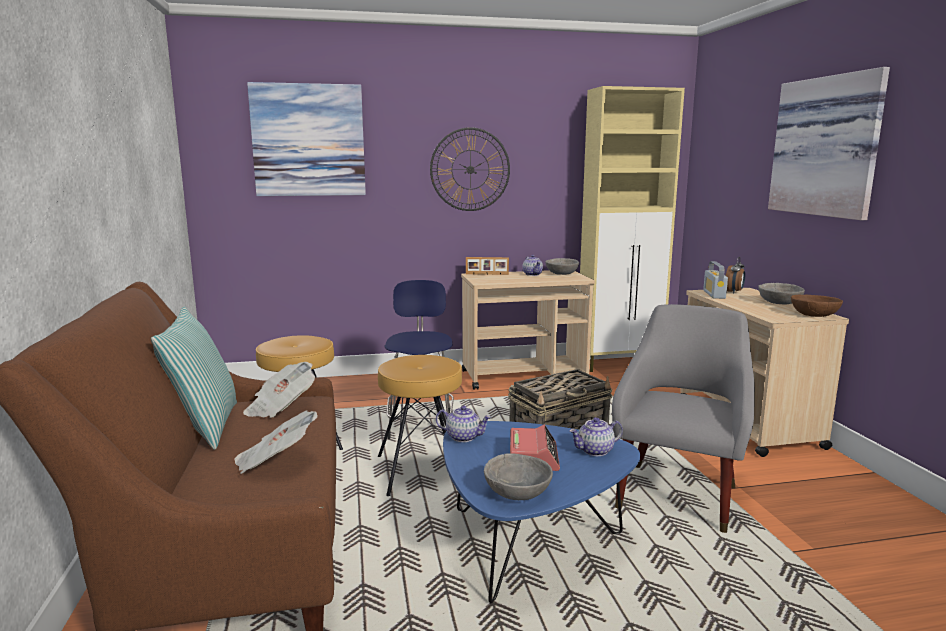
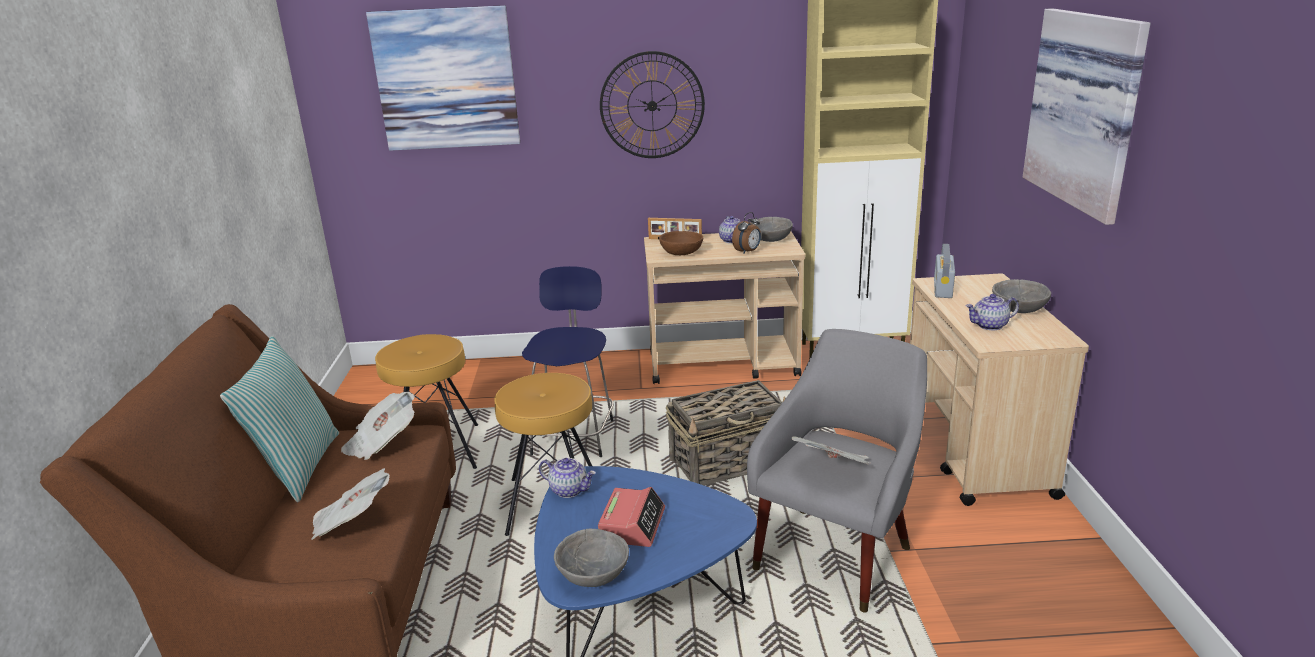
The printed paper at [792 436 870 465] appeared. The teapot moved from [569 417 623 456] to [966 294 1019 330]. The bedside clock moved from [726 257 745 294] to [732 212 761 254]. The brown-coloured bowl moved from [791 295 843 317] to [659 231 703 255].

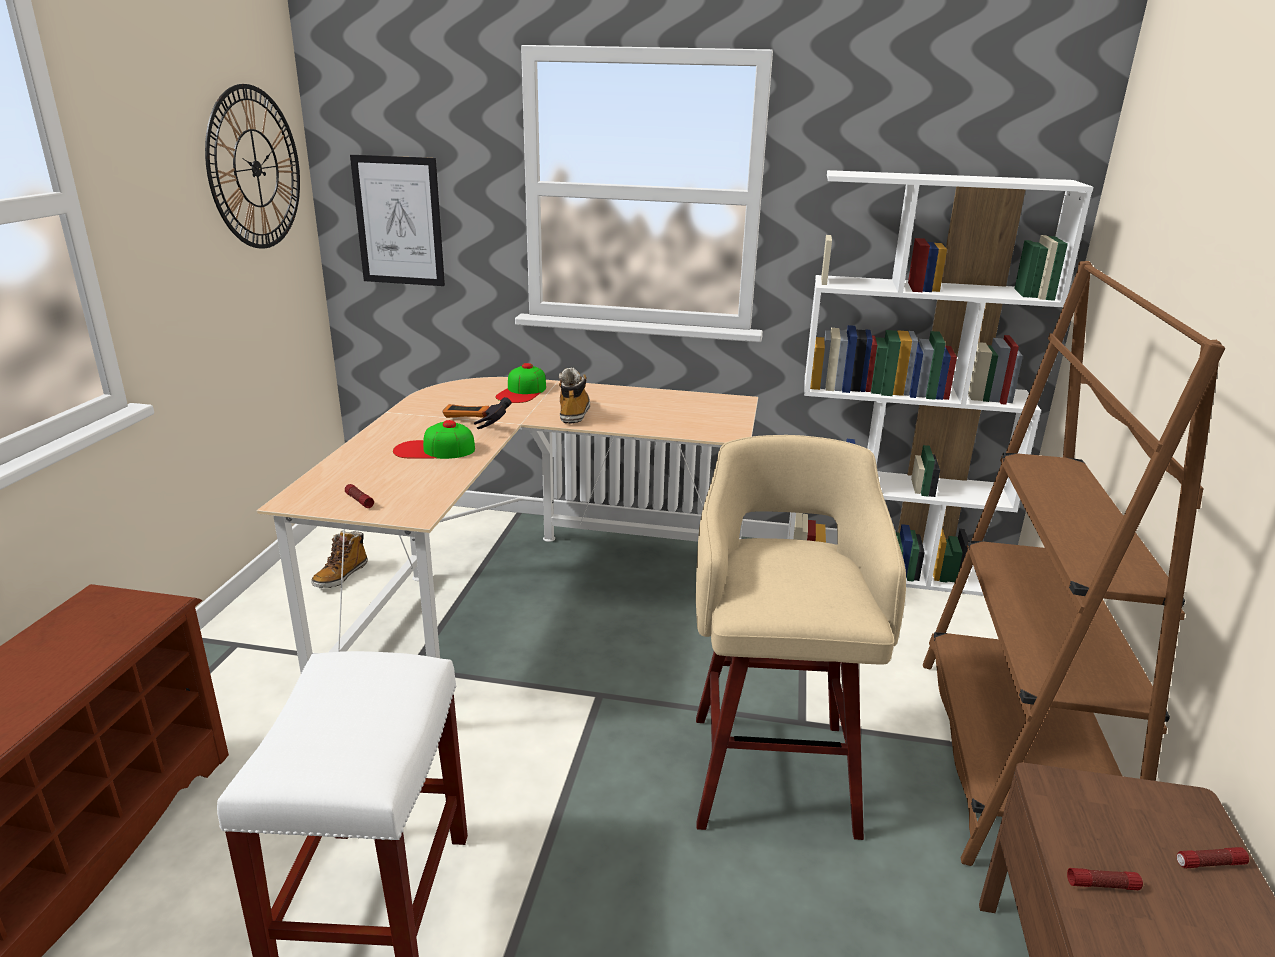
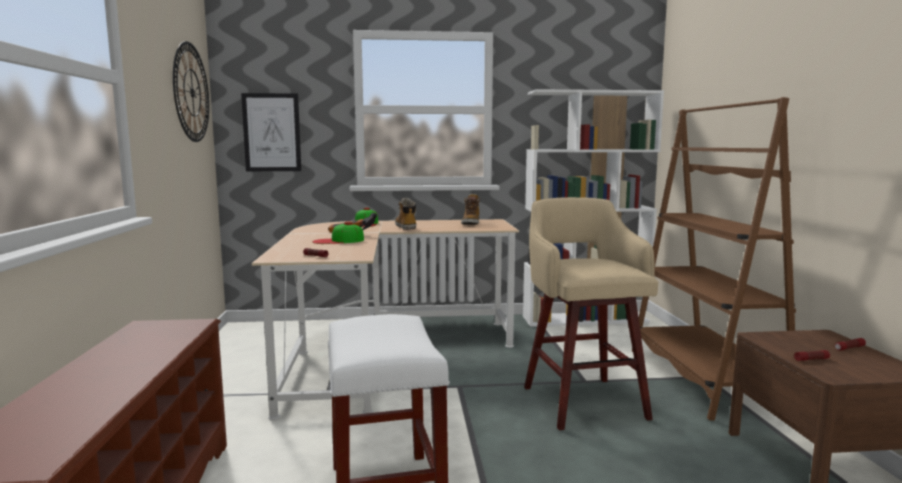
The high-top boot moved from [311 530 368 588] to [461 194 480 225].

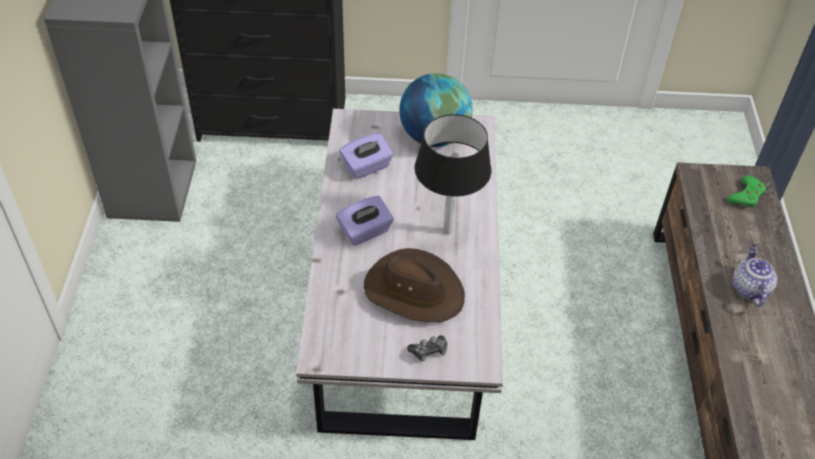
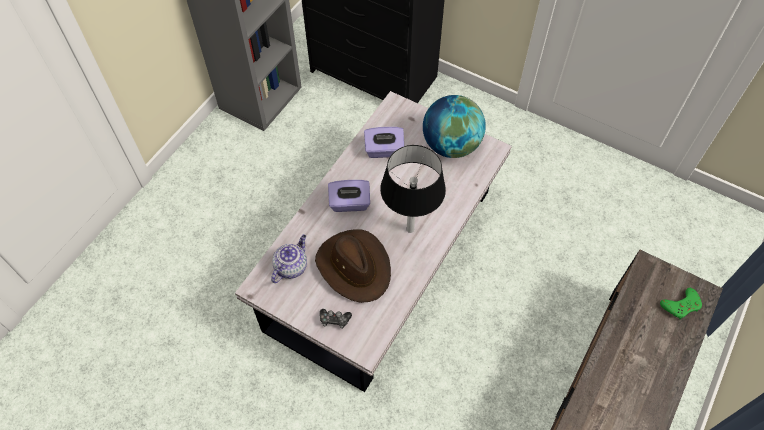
The teapot moved from [732 244 777 307] to [271 234 307 283].

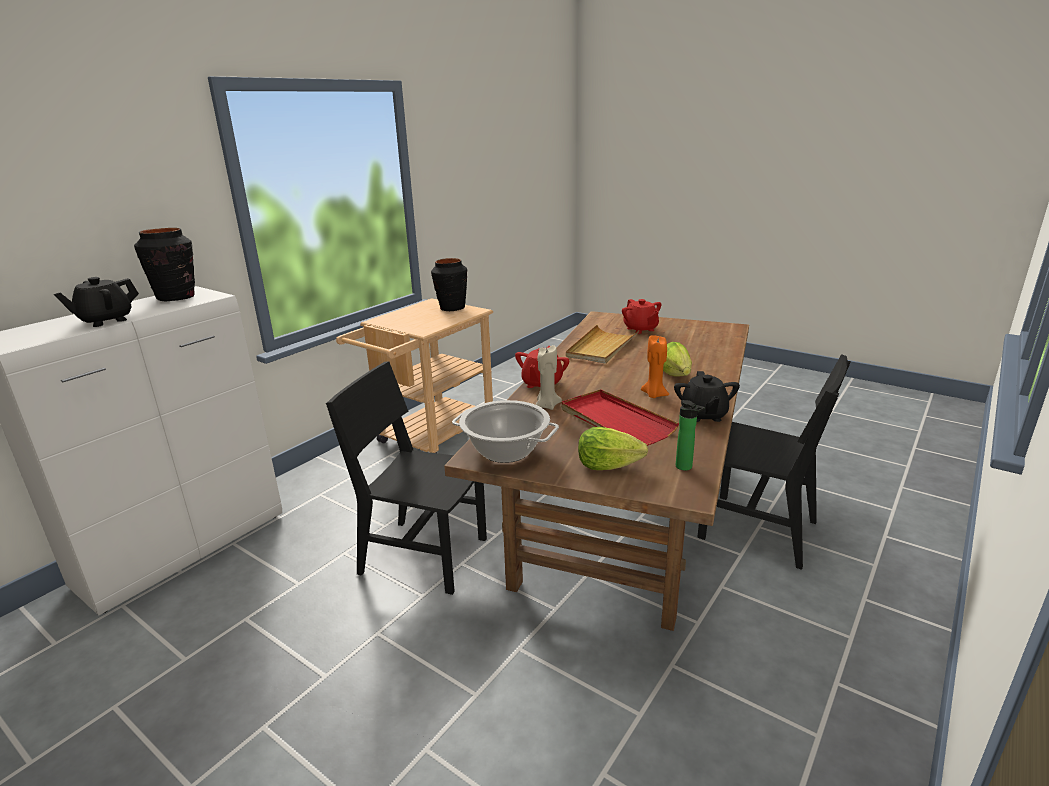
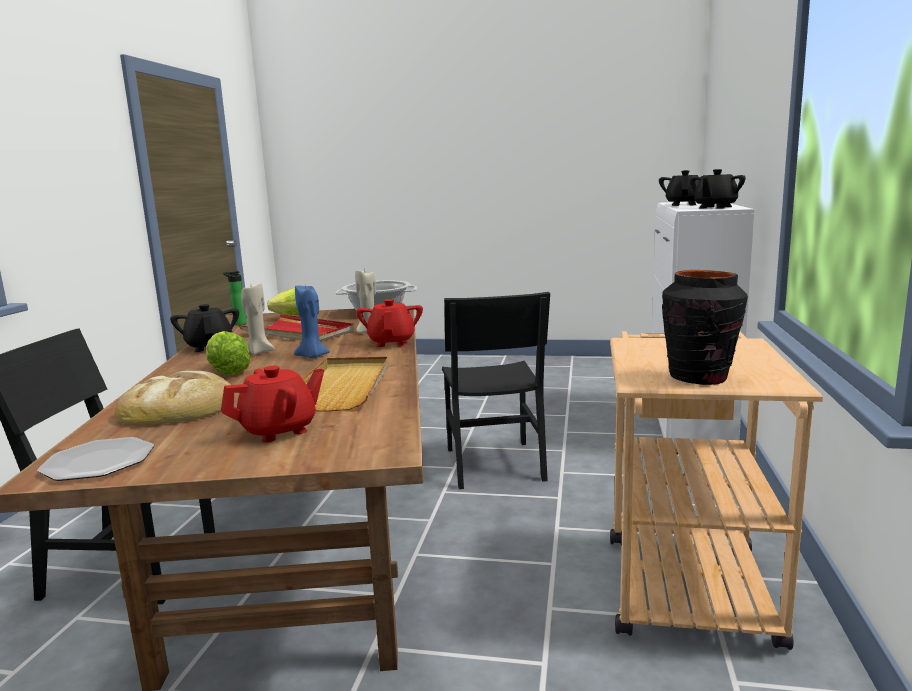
The dinner plate at [37 437 154 481] appeared. The bakery bread at [114 371 235 425] appeared. The bluish wax candle at [294 286 330 358] appeared. The blackish vase at [134 228 195 301] was replaced by the blackish teapot at [690 169 746 208]. The orange-coloured wax candle at [641 335 669 398] became the sand-coloured wax candle at [241 283 275 355]. The blackish upright chair at [326 361 487 595] turned 90 degrees clockwise. The red teapot at [622 299 661 334] turned 105 degrees clockwise.

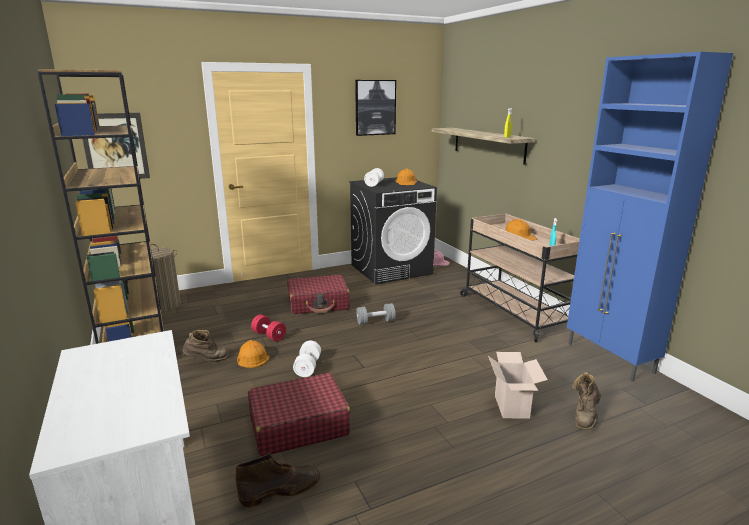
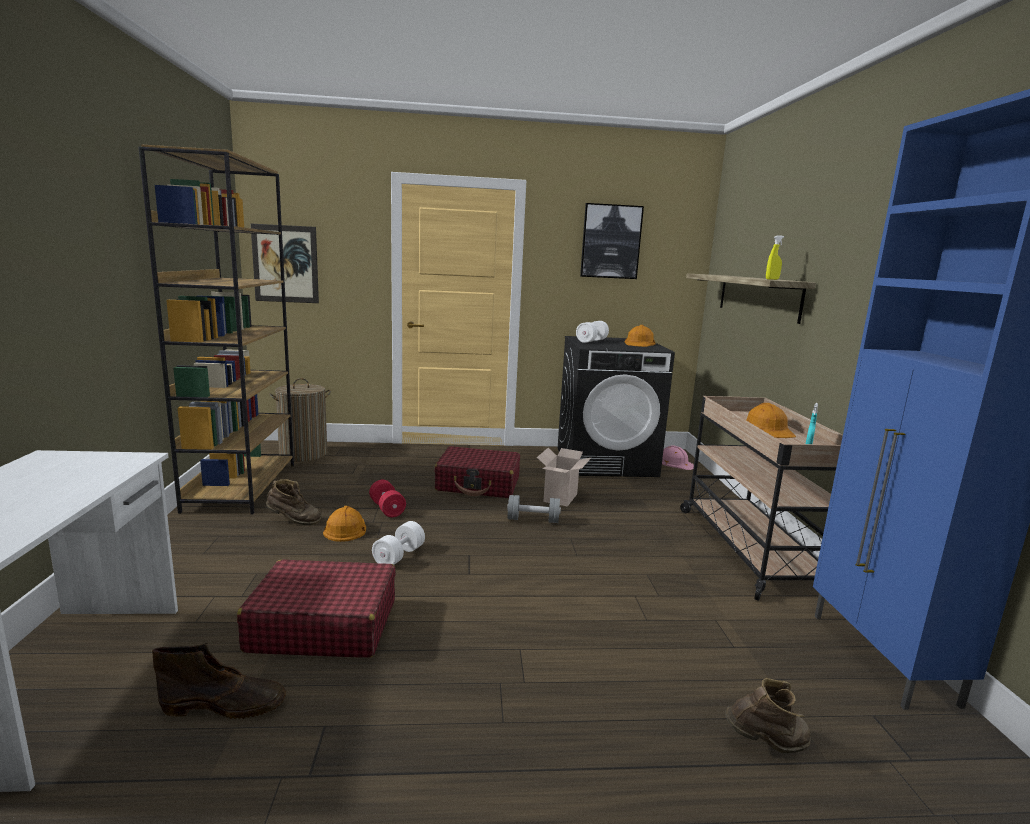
The carton moved from [488 352 548 419] to [537 448 591 507]. The brown-coloured high-top boot at [572 372 601 431] turned 150 degrees counterclockwise.

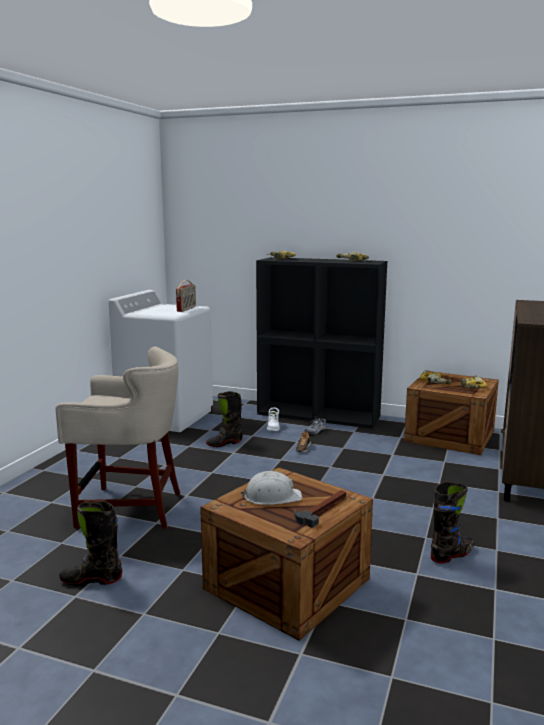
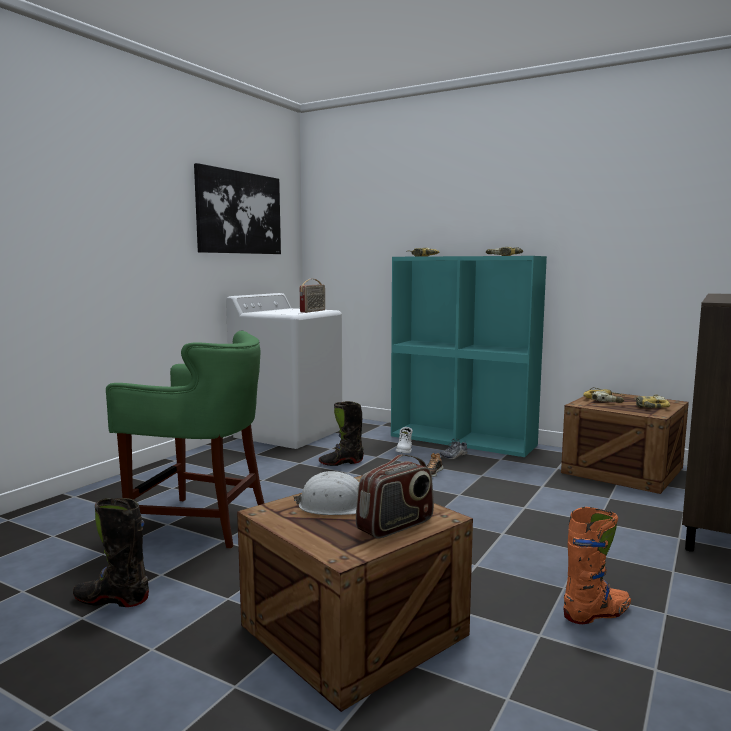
The picture at [194 163 281 254] appeared. The hammer at [294 490 346 528] was replaced by the radio at [356 455 434 538]. The sand-coloured sitting stool at [55 347 180 529] became the greenish sitting stool at [106 330 264 548]. The blackish bookcase at [256 257 387 429] became the turquoise-coloured bookcase at [391 256 547 457]. The blackish high-top boot at [431 482 474 564] became the orange-coloured high-top boot at [563 507 631 624].

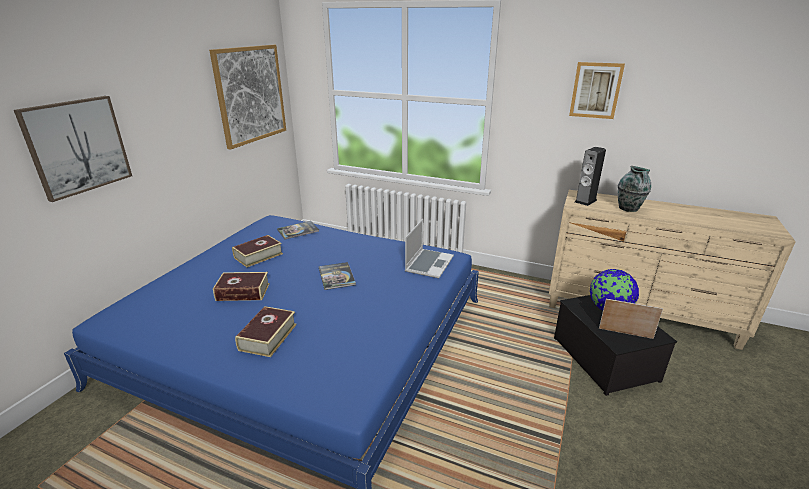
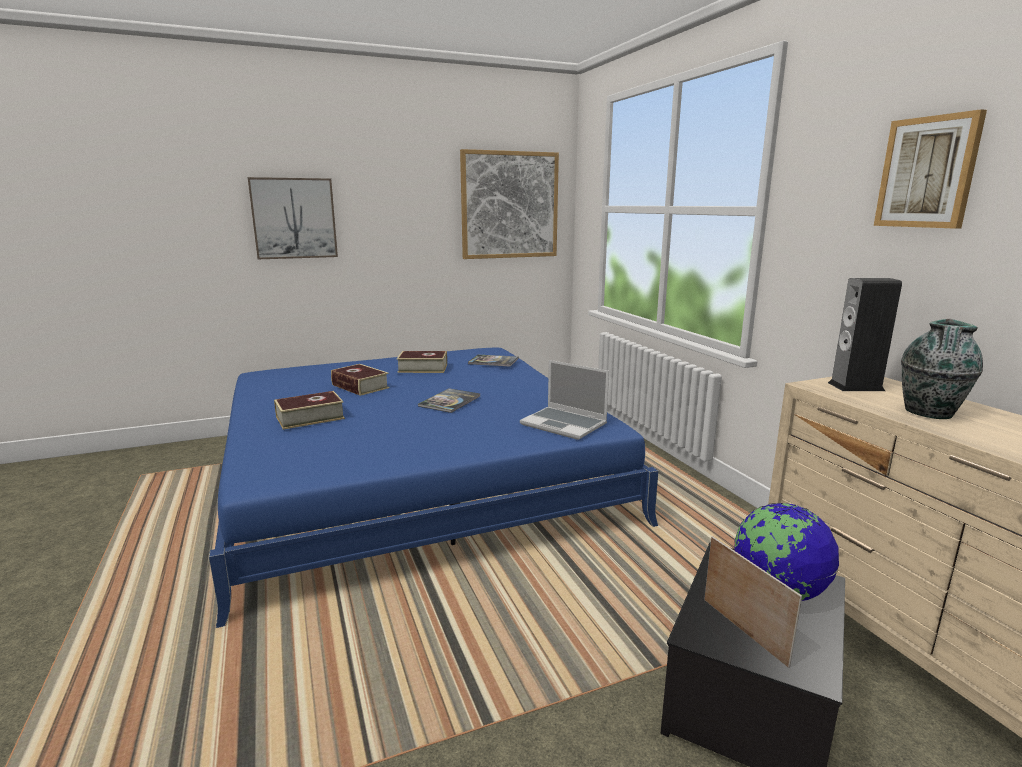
The portable computer at [405 219 454 278] turned 60 degrees clockwise.

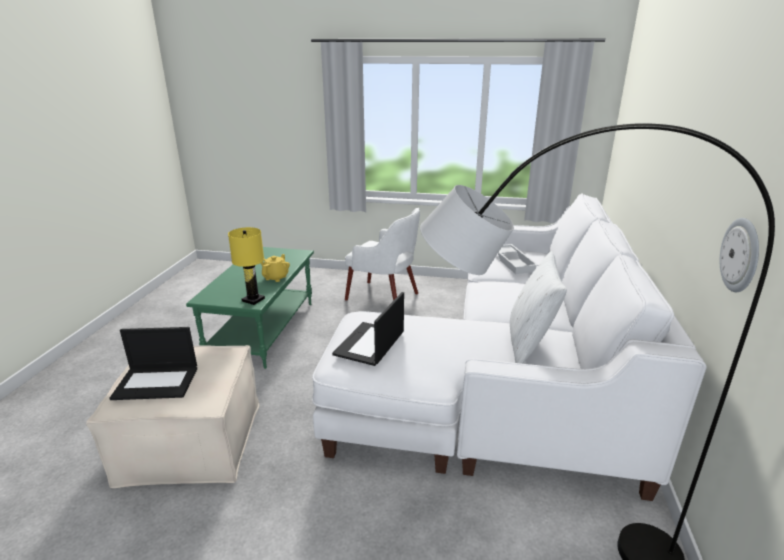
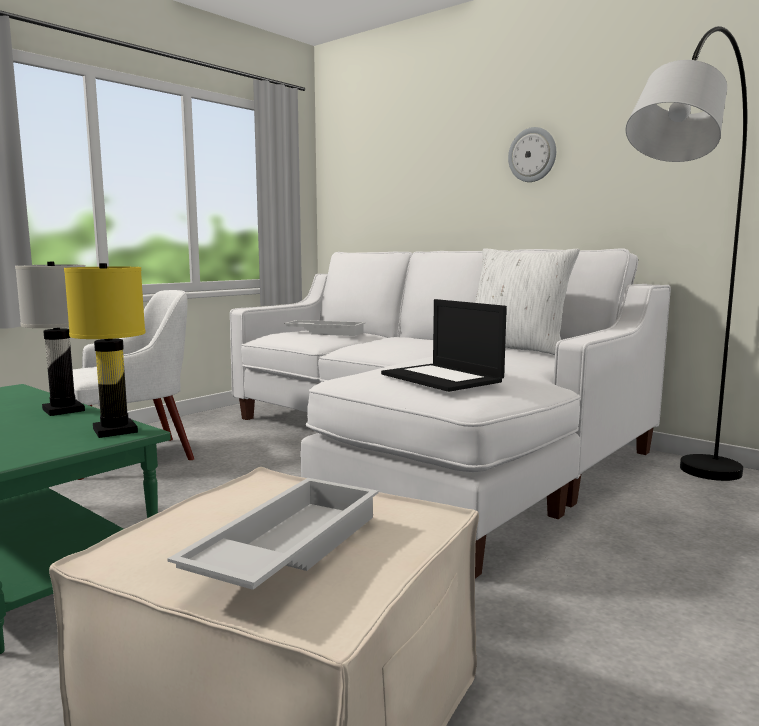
The hanging clock moved from [720 218 759 292] to [508 127 556 182]. The portable computer at [109 327 197 400] was replaced by the white-coloured tray at [167 478 378 590]. The yellow-coloured teapot at [261 254 290 282] was replaced by the white-coloured lamp for a table at [15 262 86 416].

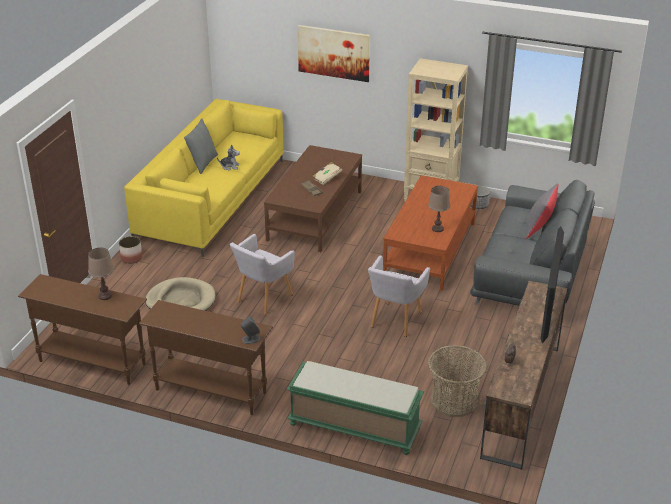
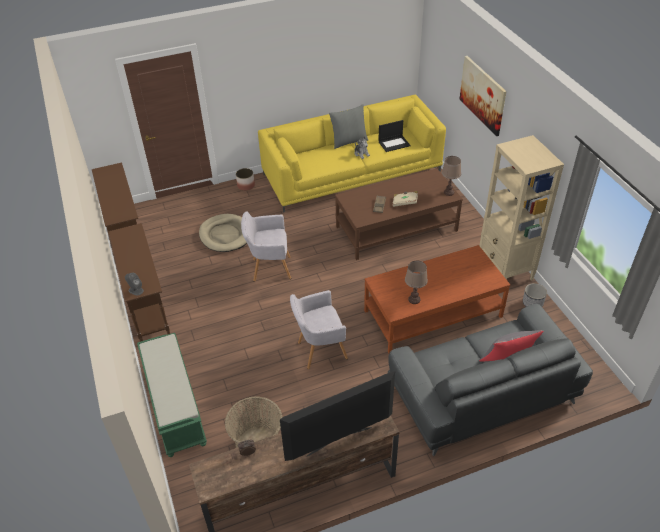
The portable computer at [378 120 410 152] appeared. The brown-coloured lamp for a table moved from [88 248 114 300] to [442 156 461 196].

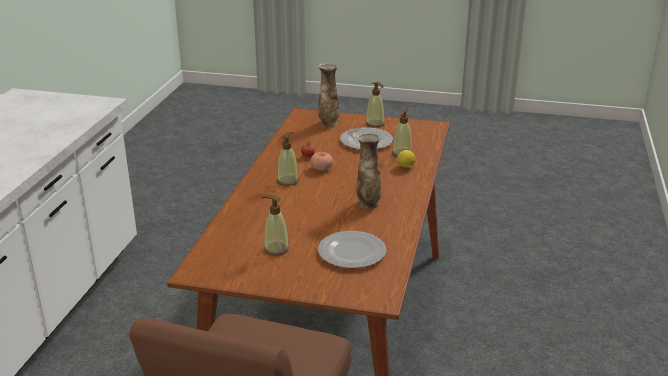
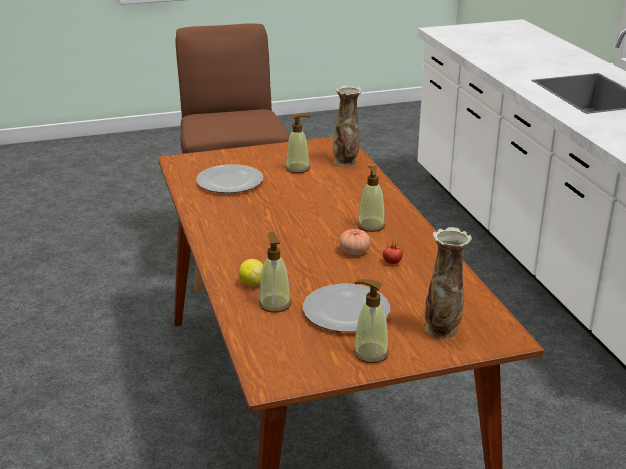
The vase moved from [356 132 382 209] to [333 85 362 167].

